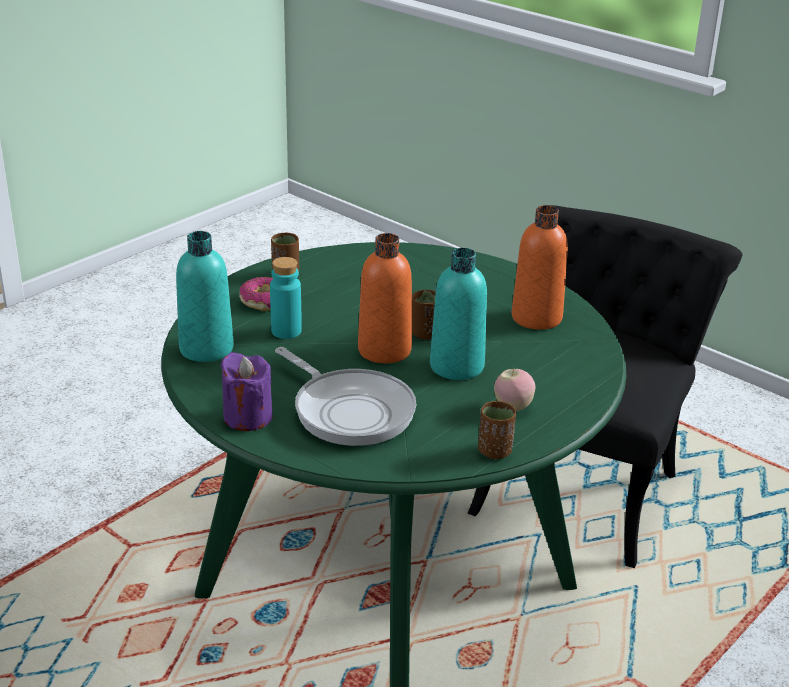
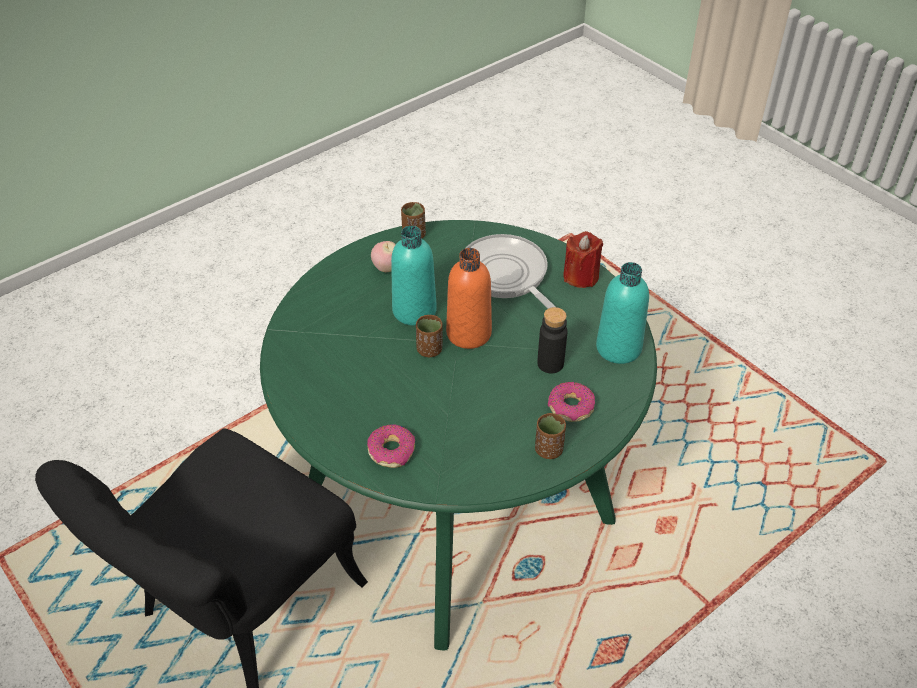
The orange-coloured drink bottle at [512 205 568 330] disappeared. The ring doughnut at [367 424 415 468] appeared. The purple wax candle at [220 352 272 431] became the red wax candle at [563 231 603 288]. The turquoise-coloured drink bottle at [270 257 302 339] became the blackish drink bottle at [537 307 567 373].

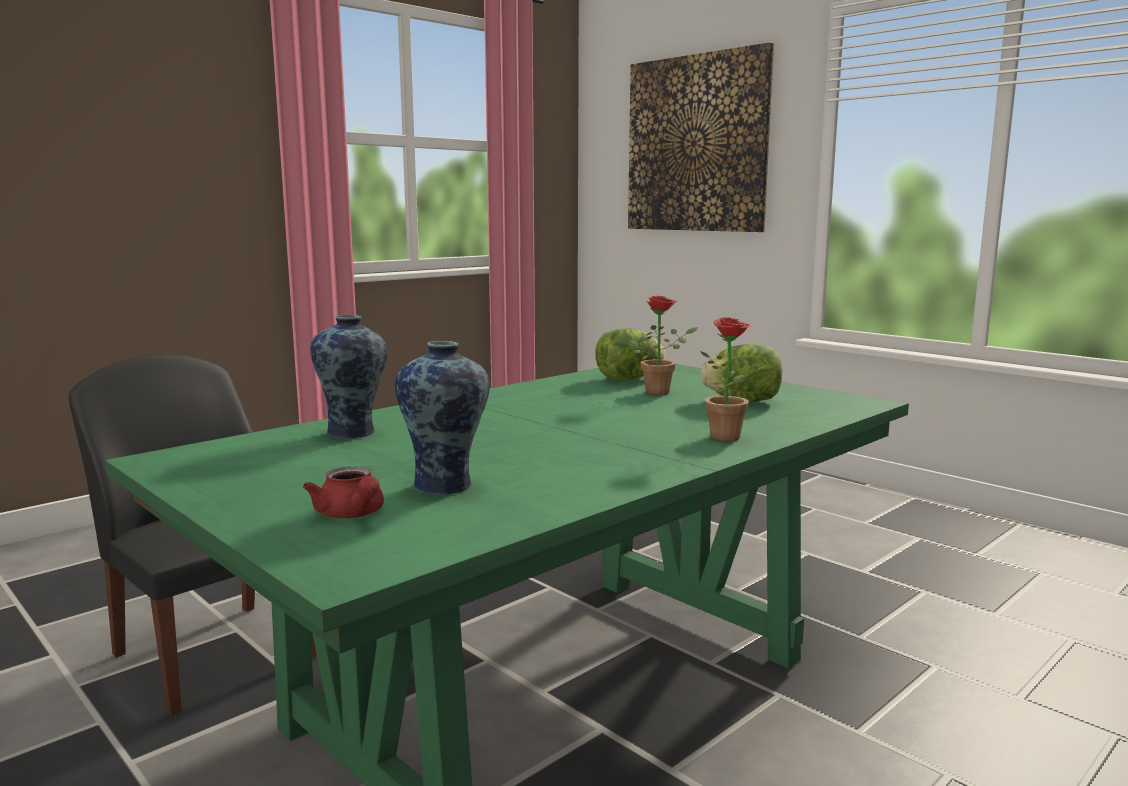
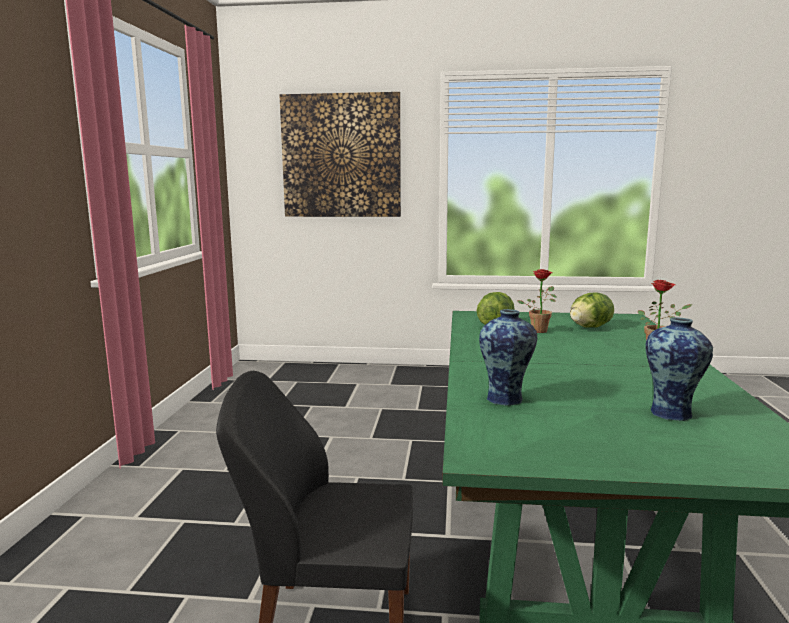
The red teapot at [303 467 384 518] disappeared.

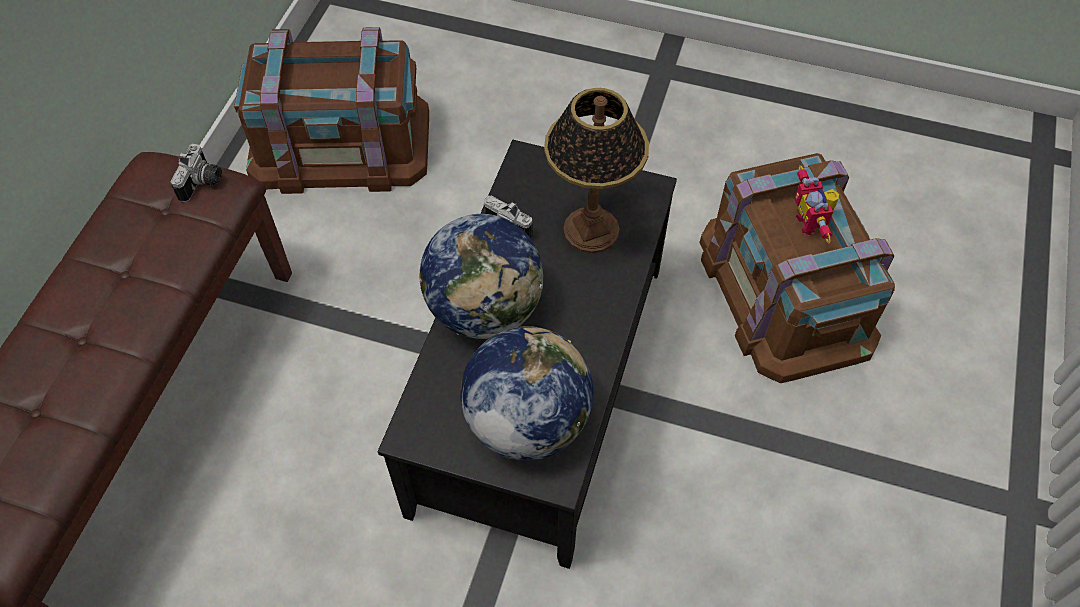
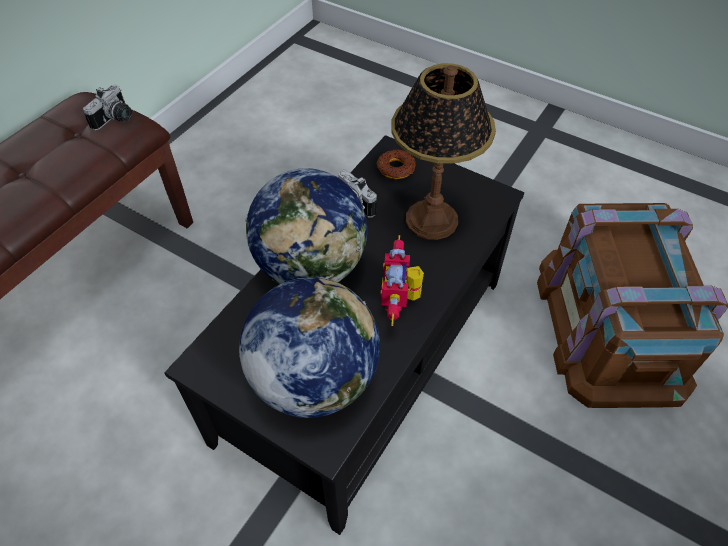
The brown-coloured storage box at [234 27 429 194] disappeared. The ring doughnut at [376 149 416 179] appeared. The model robot moved from [795 165 839 243] to [380 235 424 326].

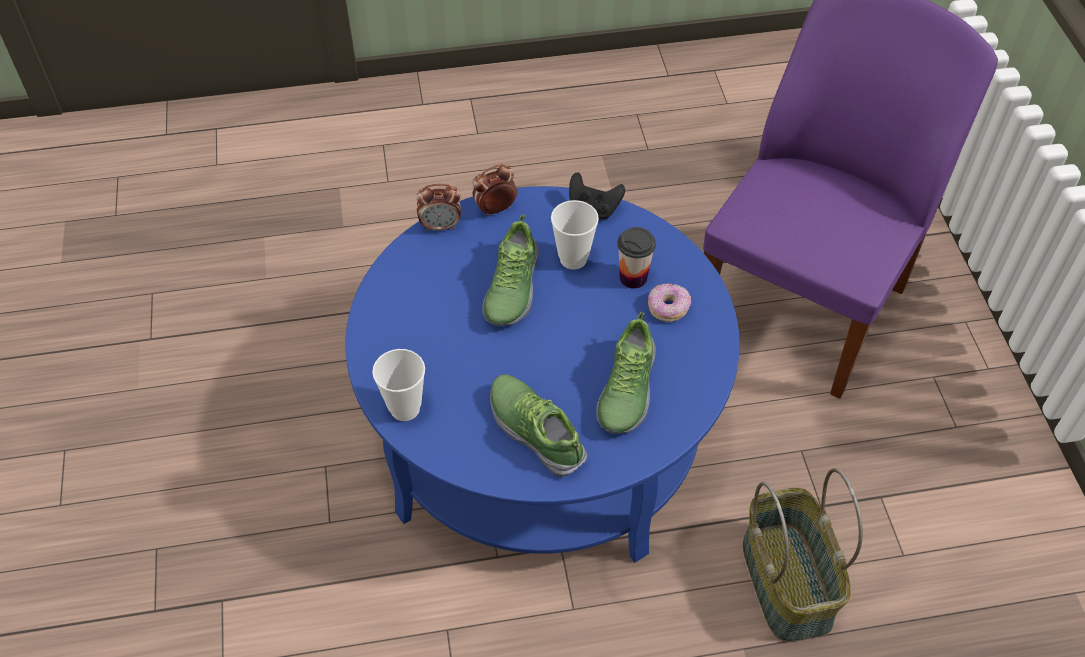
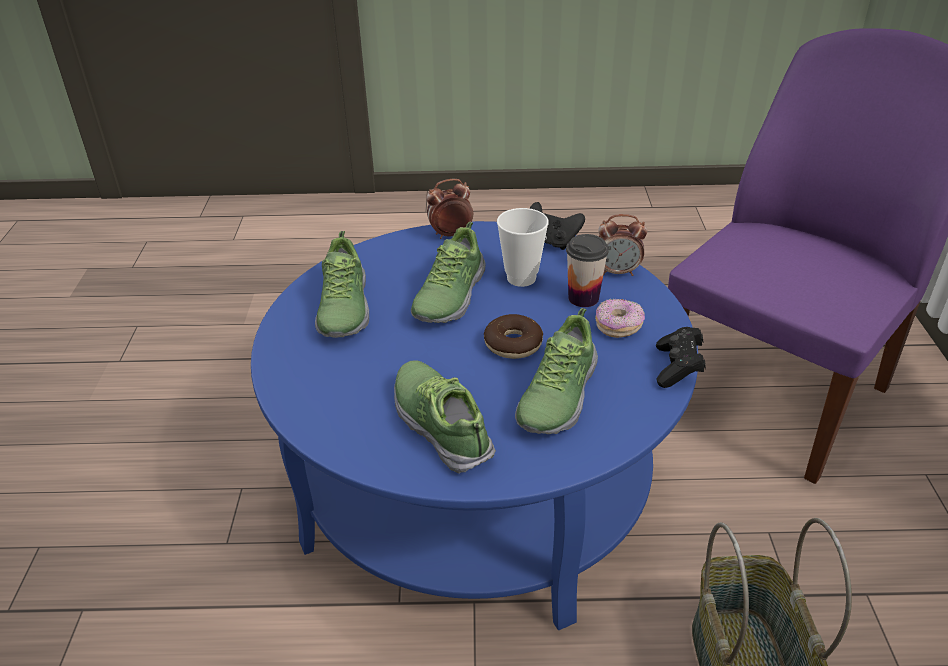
The small cup at [372 349 425 421] disappeared. The shoe at [315 231 369 338] appeared. The ring doughnut at [484 314 543 359] appeared. The blackish gamepad at [656 327 706 388] appeared. The bedside clock moved from [416 184 461 232] to [598 214 647 276].

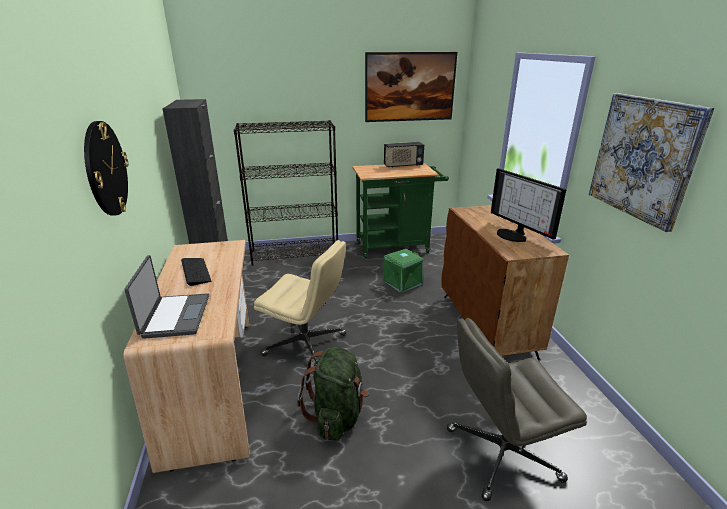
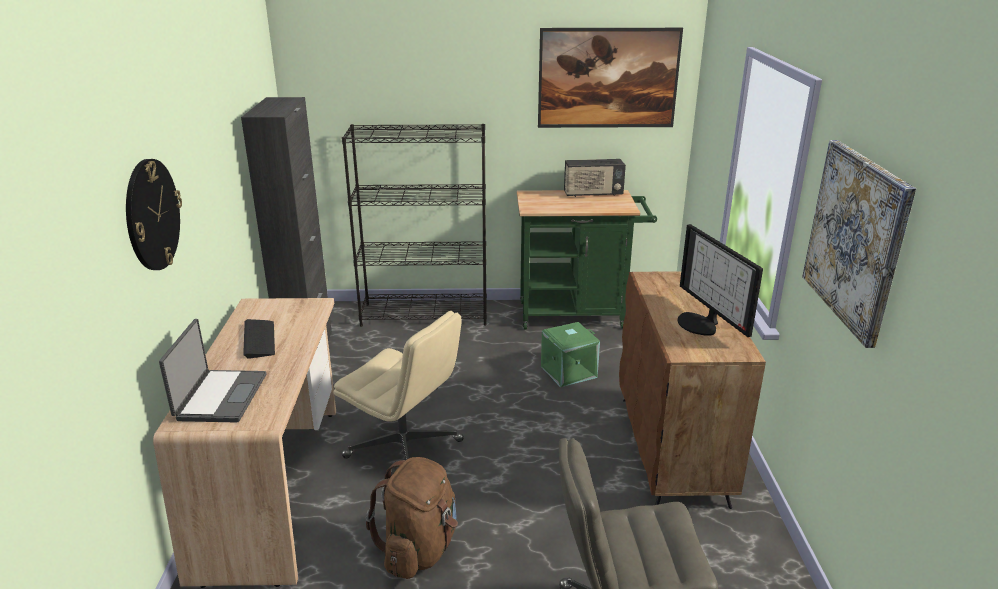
The greenish backpack at [297 347 369 440] became the brown-coloured backpack at [366 457 458 579].

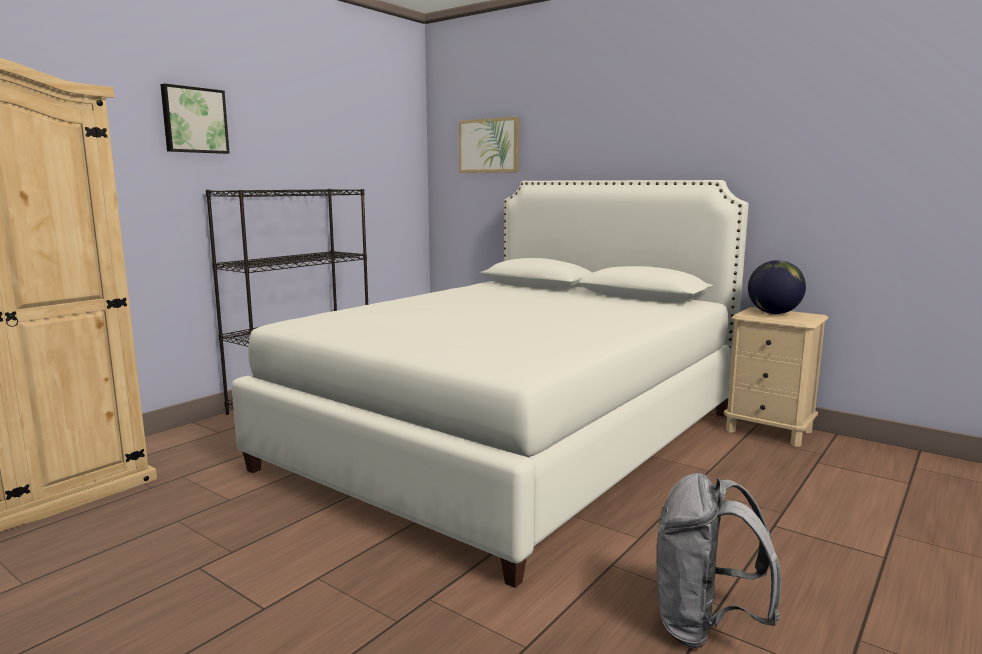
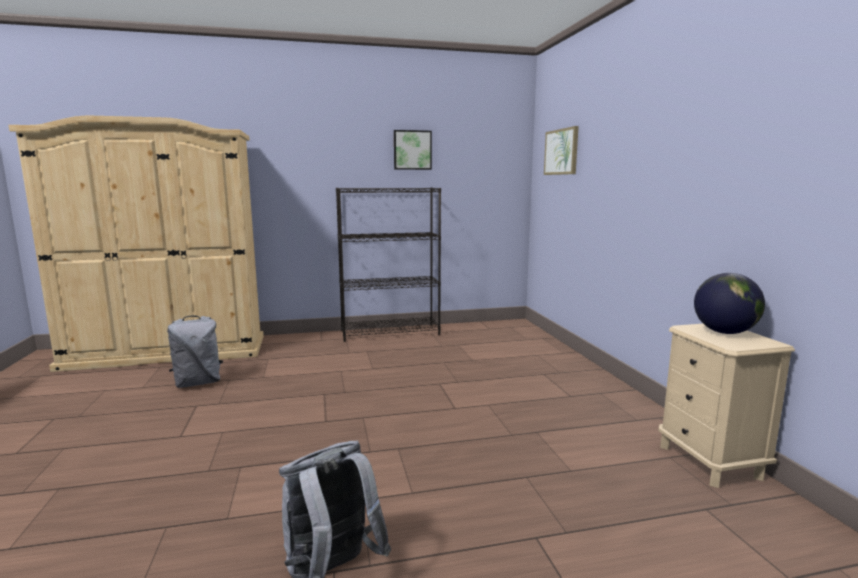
The white-coloured bed at [232 180 749 588] disappeared. The greyish backpack at [167 315 223 388] appeared. The picture moved from [160 84 229 154] to [394 130 432 170].

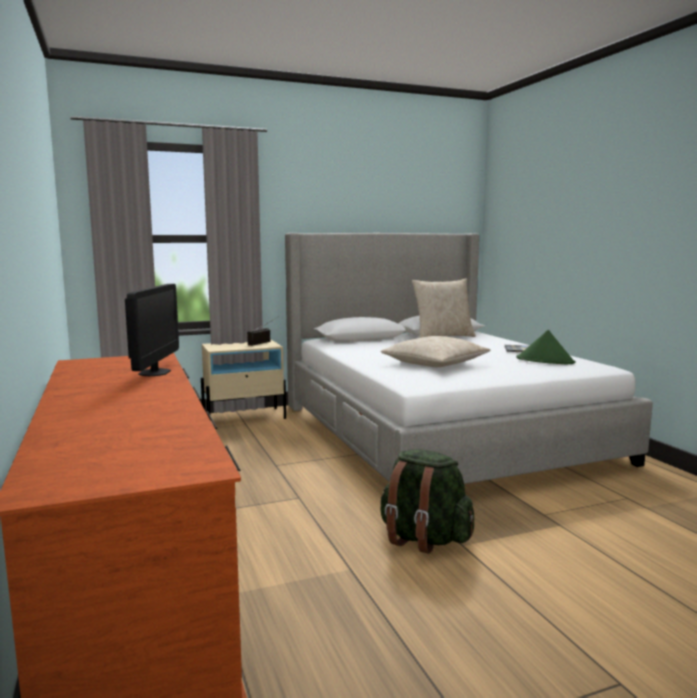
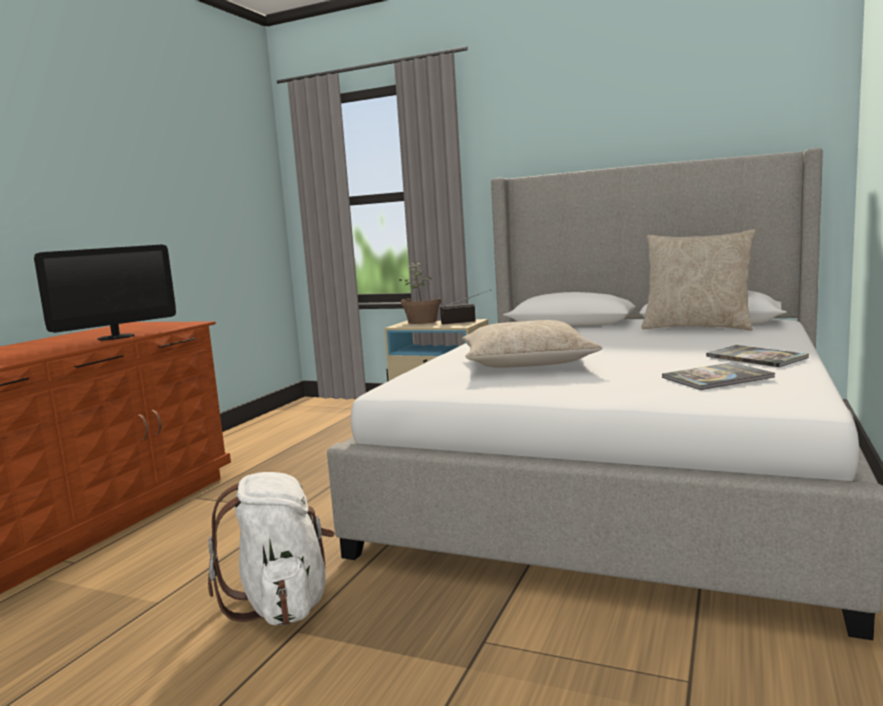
The houseplant at [399 262 441 324] appeared. The greenish hat at [516 330 575 364] was replaced by the volume at [662 362 775 390]. The greenish backpack at [381 449 474 554] became the white-coloured backpack at [208 472 334 625].

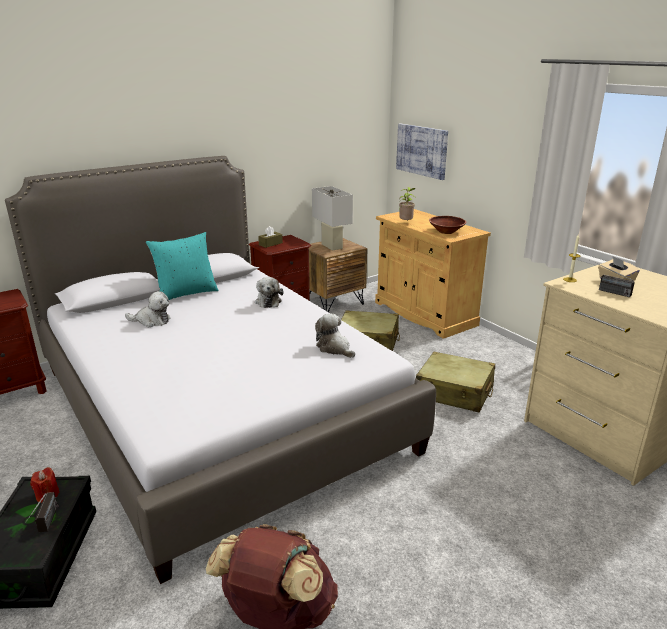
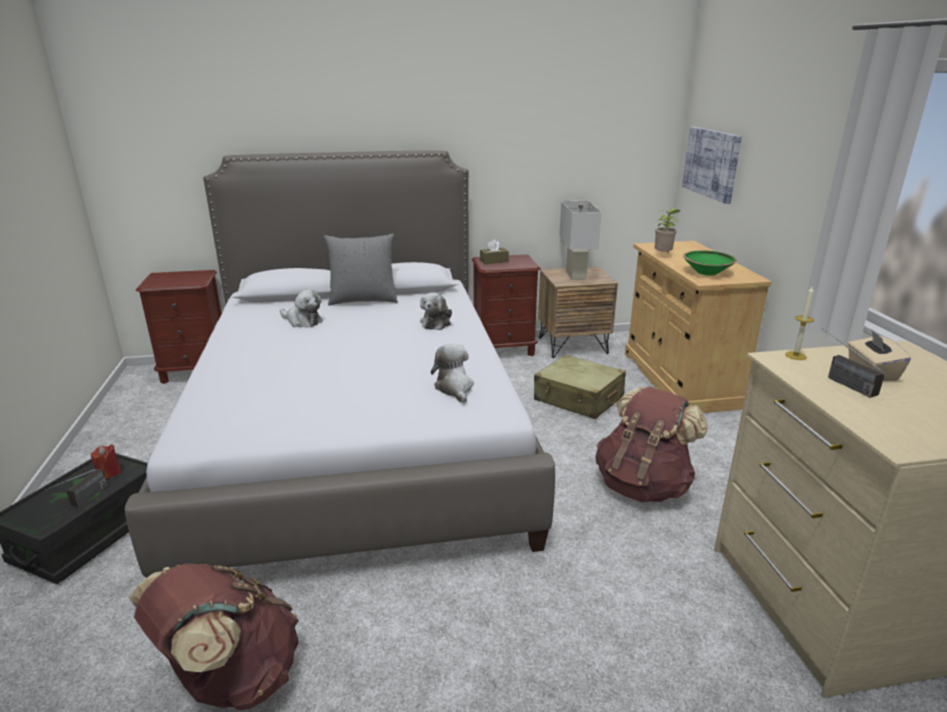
The sand-coloured travel case at [416 352 495 412] was replaced by the brown-coloured backpack at [595 386 708 502]. The turquoise-coloured throw pillow at [146 232 218 300] became the greyish throw pillow at [324 234 398 306]. The brown-coloured bowl at [429 216 466 234] became the greenish bowl at [683 250 737 276].

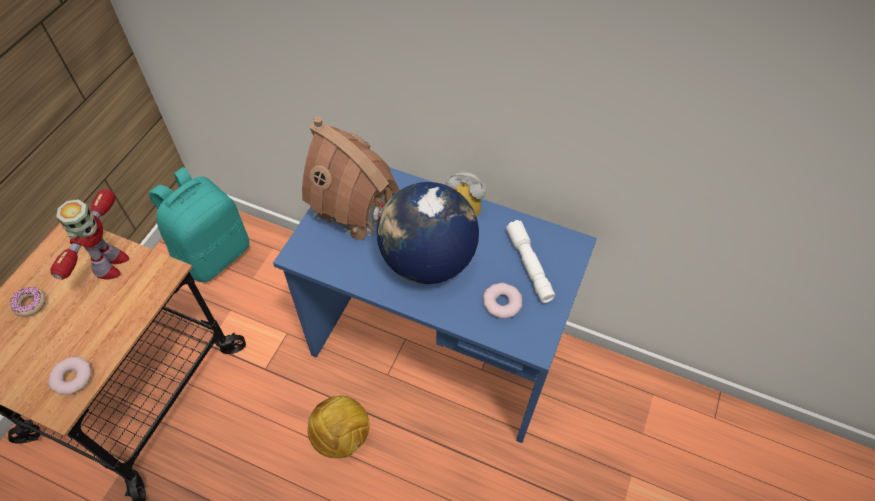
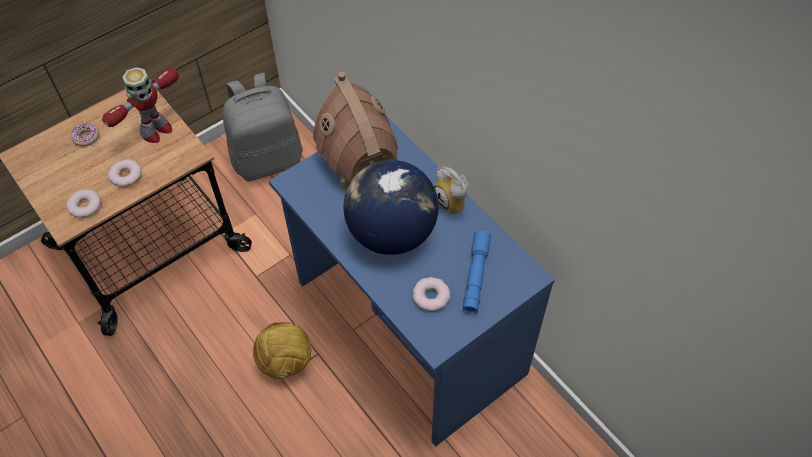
The ring doughnut at [108 159 142 187] appeared. The turquoise-coloured backpack at [149 167 249 282] became the greyish backpack at [223 73 303 181]. The white-coloured hand torch at [506 220 555 303] became the bluish hand torch at [463 231 491 314].

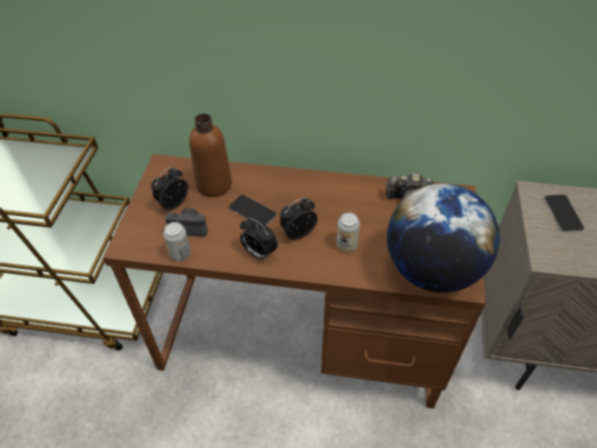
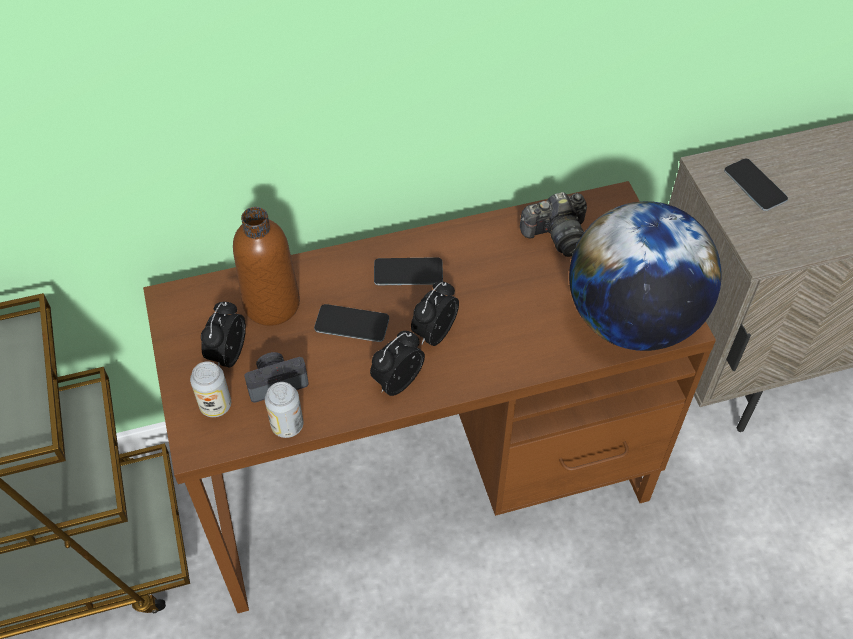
The phone at [374 257 443 285] appeared. The metal can moved from [336 213 360 252] to [190 361 231 417]. The bedside clock at [240 218 278 260] turned 120 degrees clockwise.

